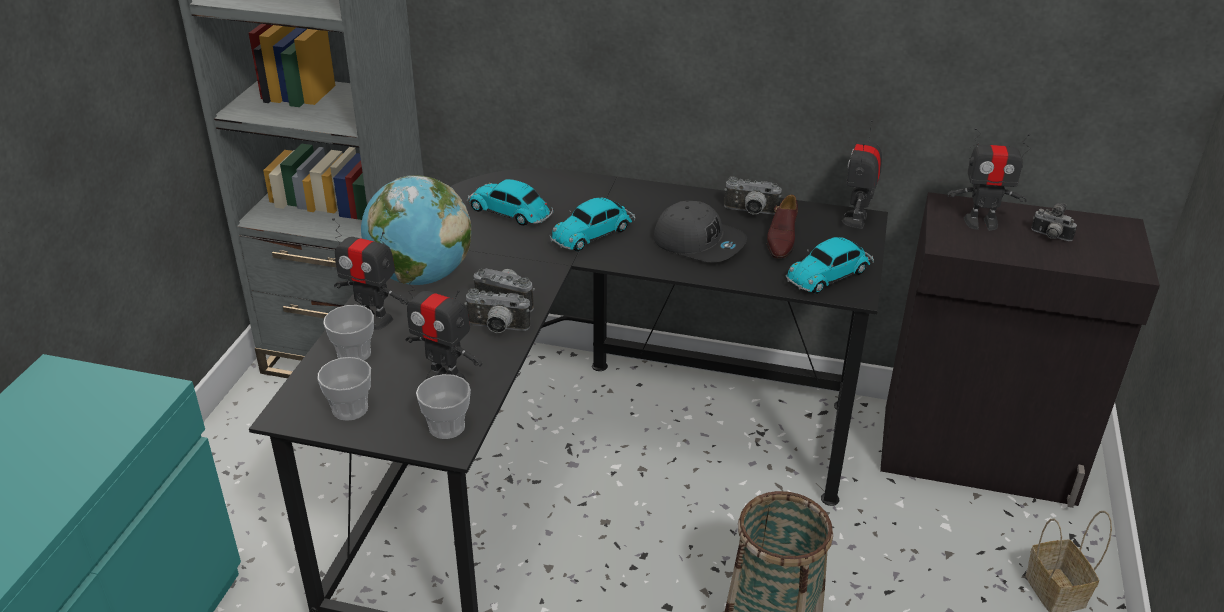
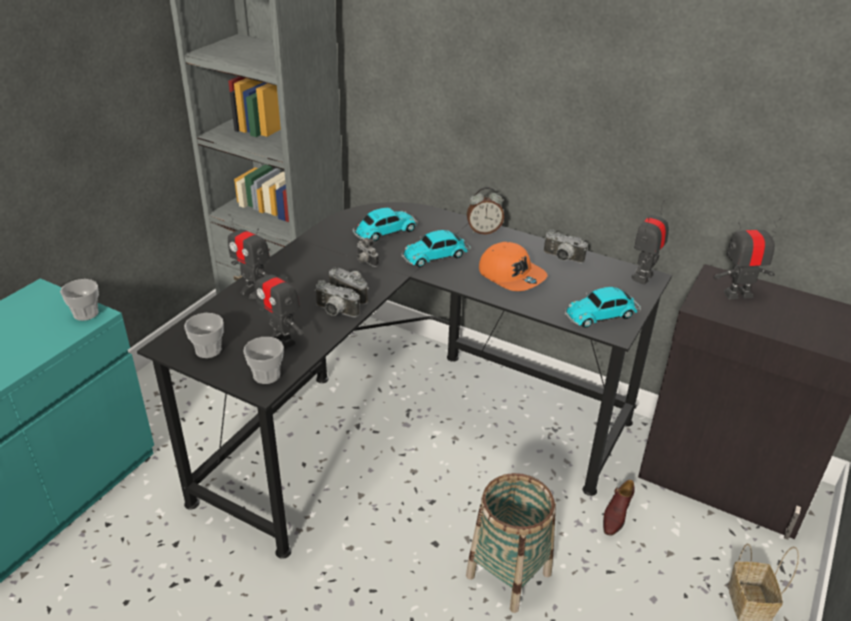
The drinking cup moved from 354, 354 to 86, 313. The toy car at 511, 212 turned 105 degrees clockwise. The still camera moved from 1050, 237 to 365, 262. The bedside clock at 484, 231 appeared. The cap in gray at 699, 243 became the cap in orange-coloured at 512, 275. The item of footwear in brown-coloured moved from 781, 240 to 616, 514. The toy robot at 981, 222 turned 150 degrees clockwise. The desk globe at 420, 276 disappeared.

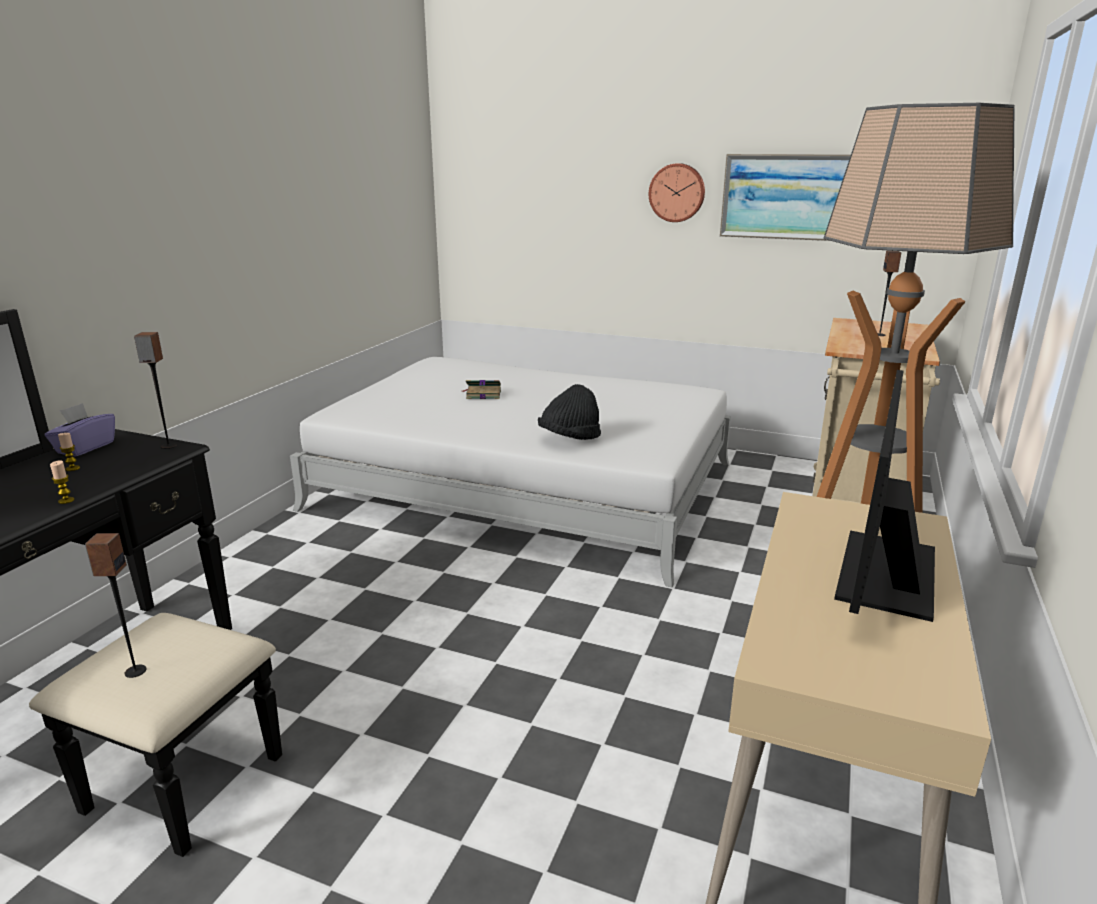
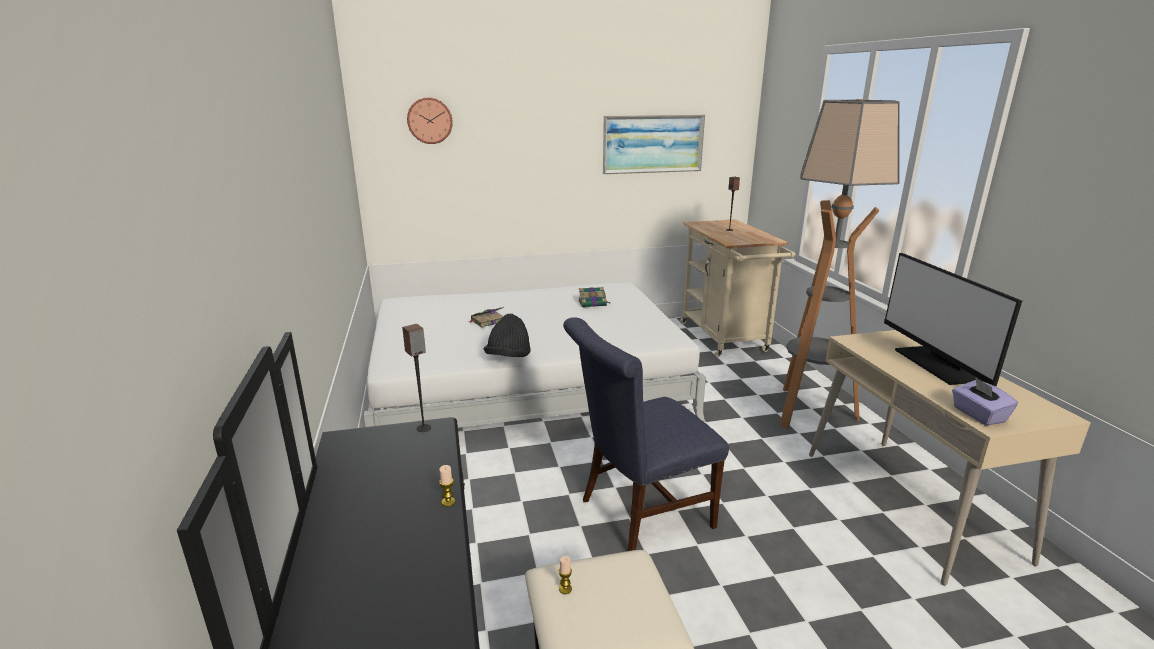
The wall clock moved from 677, 192 to 429, 120. The clothing hat in black-coloured moved from 569, 438 to 508, 357. The wax light moved from 72, 468 to 565, 589. The plain chair in blue-coloured at 639, 515 appeared. The book at 593, 303 appeared. The tissue holder in purplish moved from 85, 447 to 978, 415. The speaker at 135, 671 disappeared.

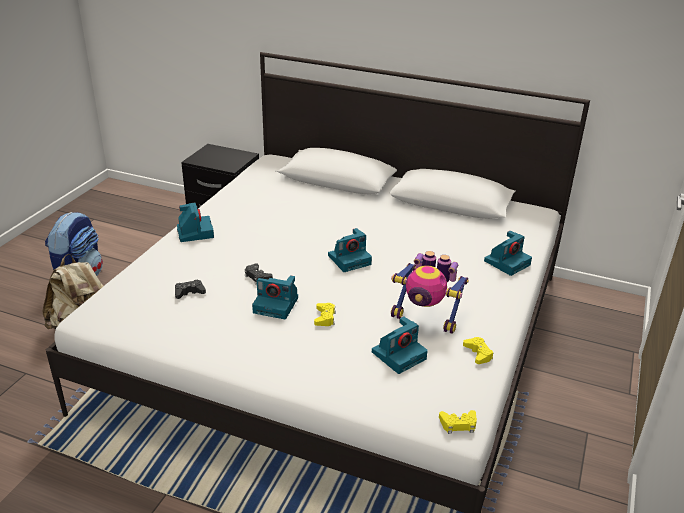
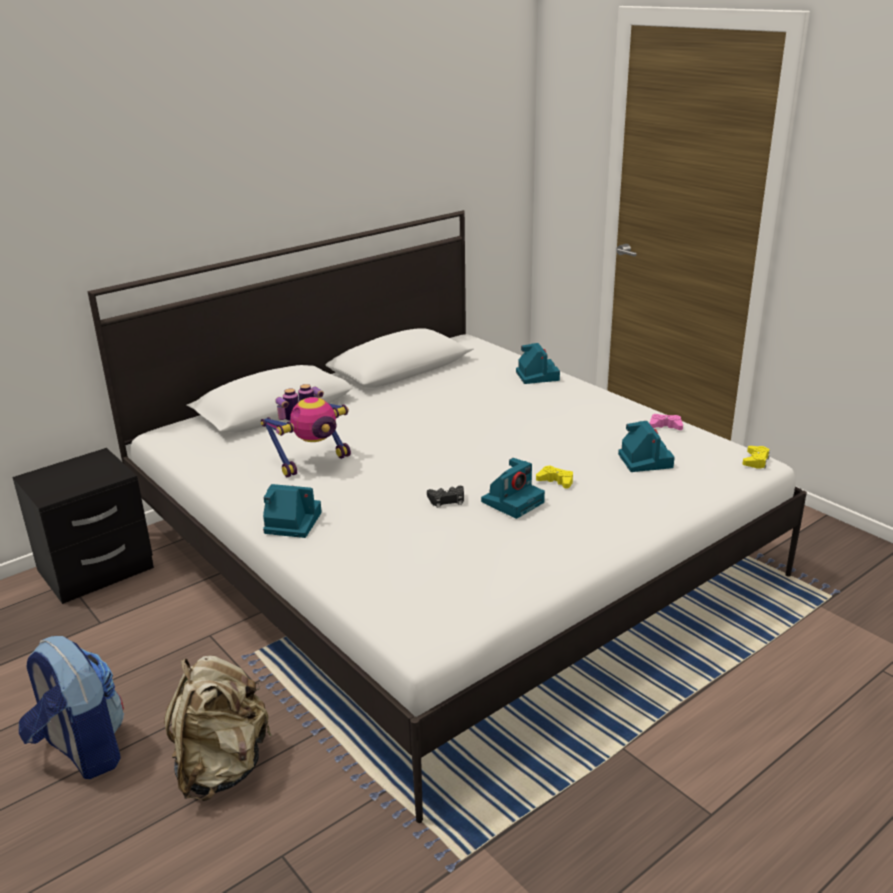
The toy robot moved from 425, 319 to 312, 462. The joypad in yellow at 478, 353 became the joypad in pinkish at 665, 426. The joypad in black-coloured at 189, 292 disappeared. The still camera at 350, 259 disappeared.

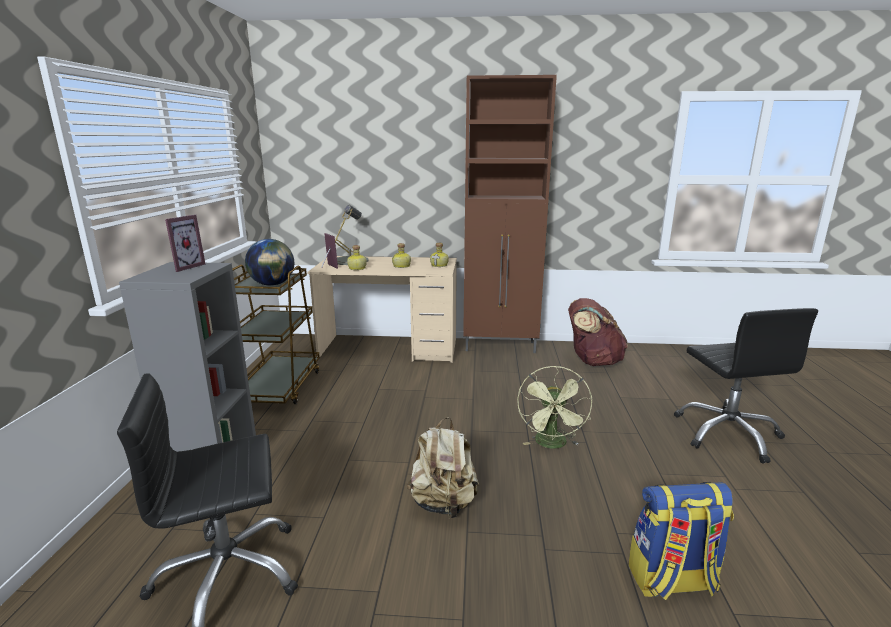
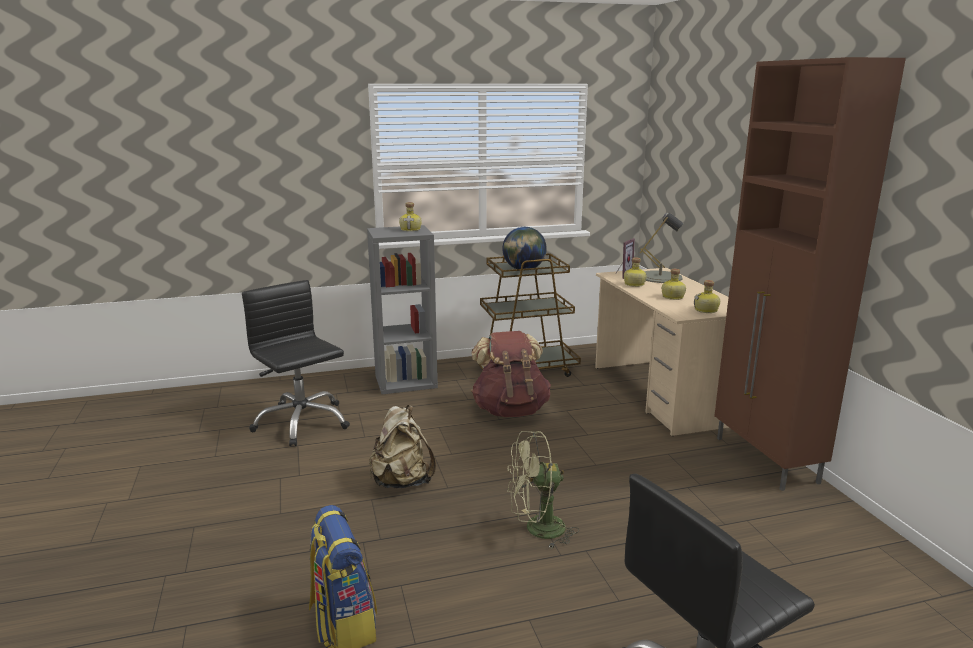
The photo frame at 184, 267 was replaced by the beverage bottle at 411, 229. The knapsack in brown-coloured moved from 592, 361 to 510, 410.

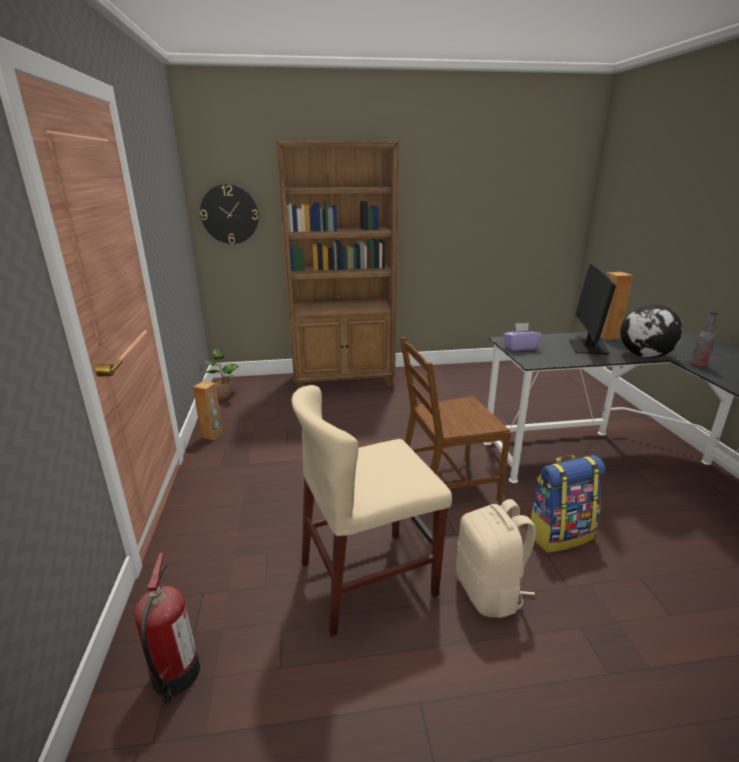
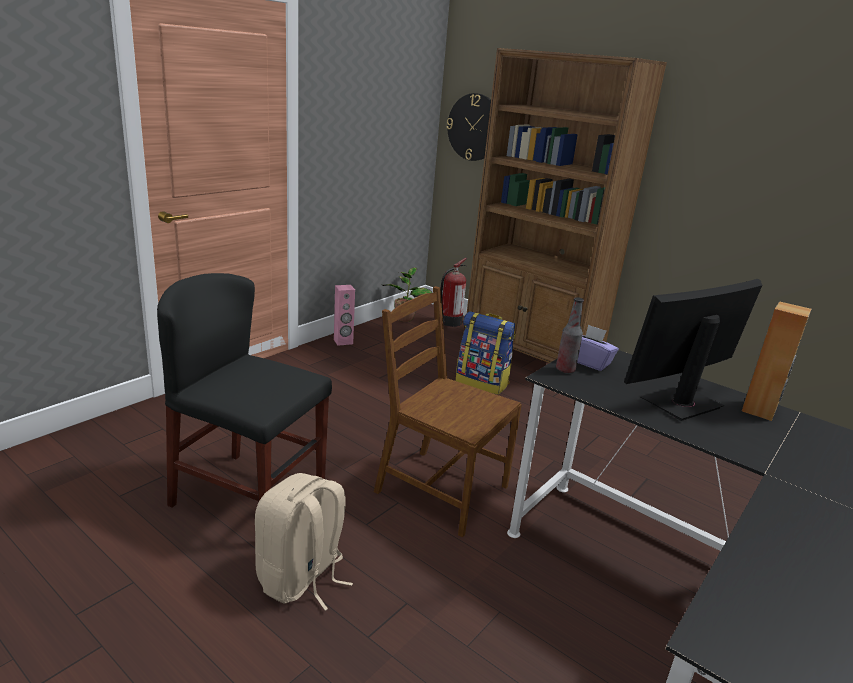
The plain chair in beige-coloured at 367, 578 became the plain chair in black-coloured at 249, 497. The speaker in brown-coloured at 212, 435 became the speaker in pinkish at 343, 342. The fire extinguisher moved from 175, 676 to 449, 322. The knapsack moved from 559, 534 to 482, 383. The beverage bottle moved from 698, 365 to 565, 370. The desk globe at 645, 356 disappeared.

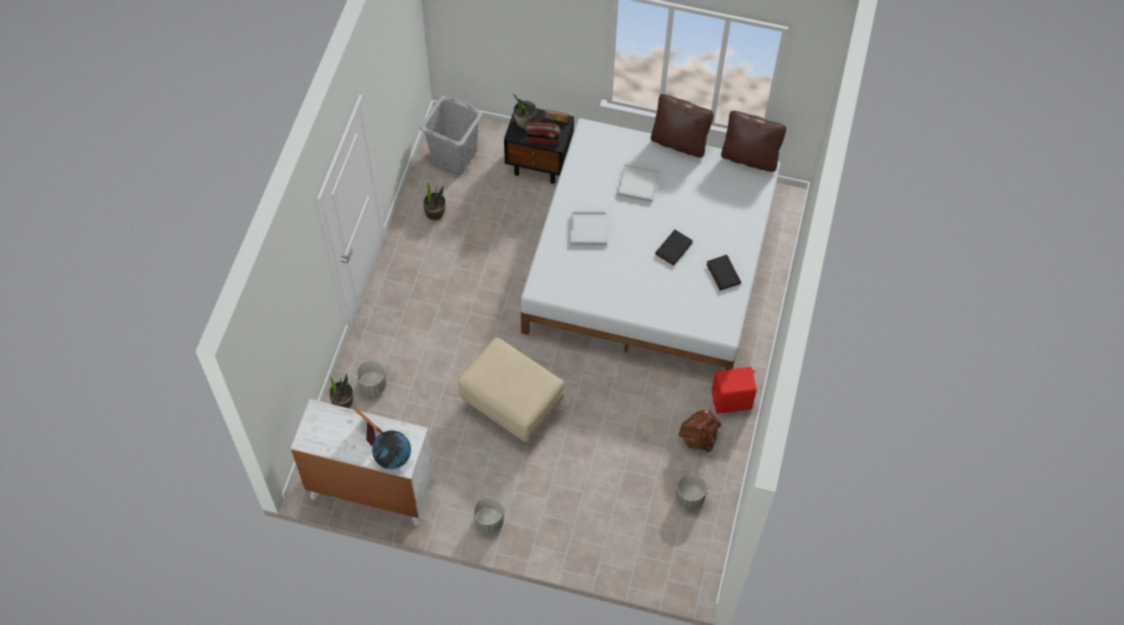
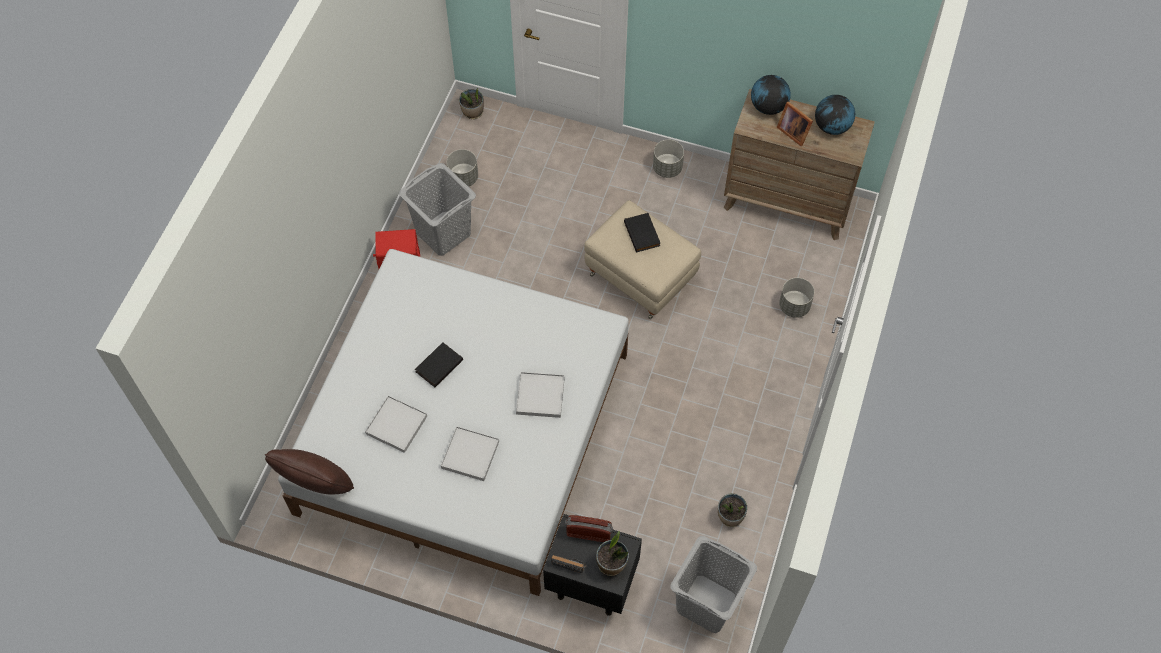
The serving tray in white-coloured at 396, 425 appeared. The knapsack in brown-coloured at 699, 438 was replaced by the washing basket in gray at 443, 233. The plant in a pot moved from 343, 402 to 473, 112. The book in black-coloured moved from 722, 274 to 643, 234. The dresser in white-coloured at 372, 489 became the dresser in brown-coloured at 787, 203. The desk globe at 832, 127 appeared. The cushion in brown-coloured at 679, 142 disappeared.

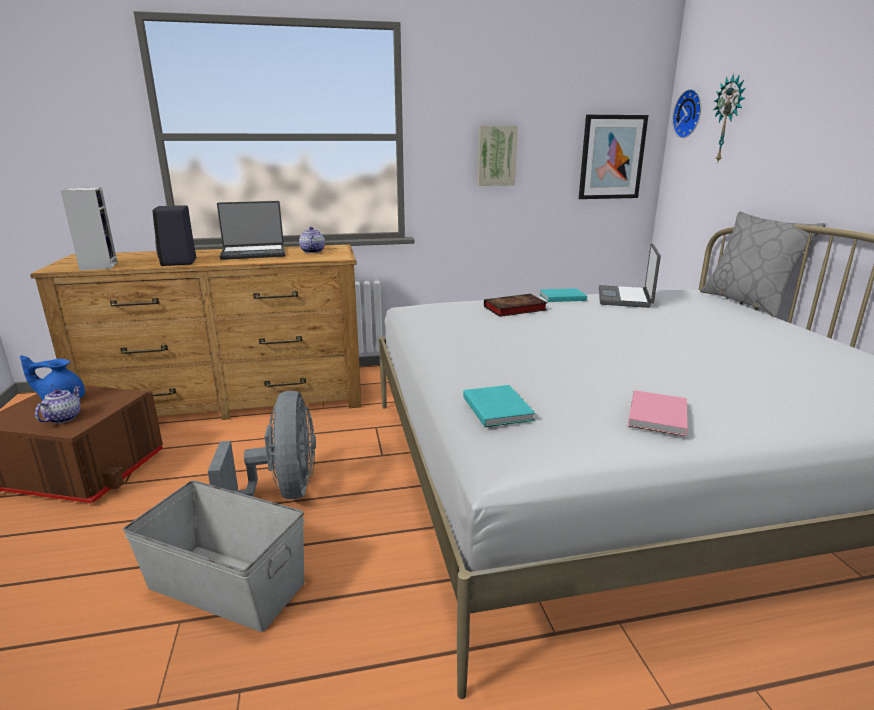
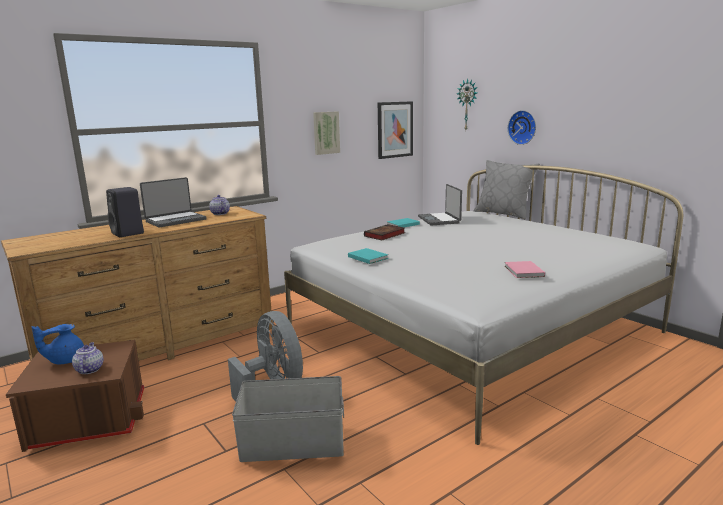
The book in turquoise-coloured moved from 497, 407 to 367, 257. The wall clock moved from 689, 114 to 523, 127. The speaker at 98, 266 disappeared.

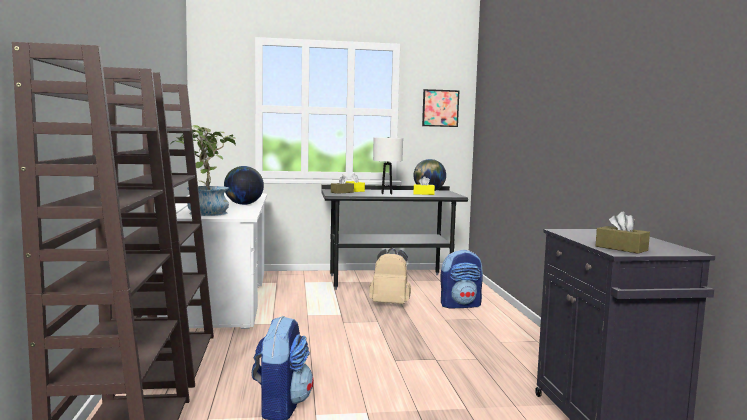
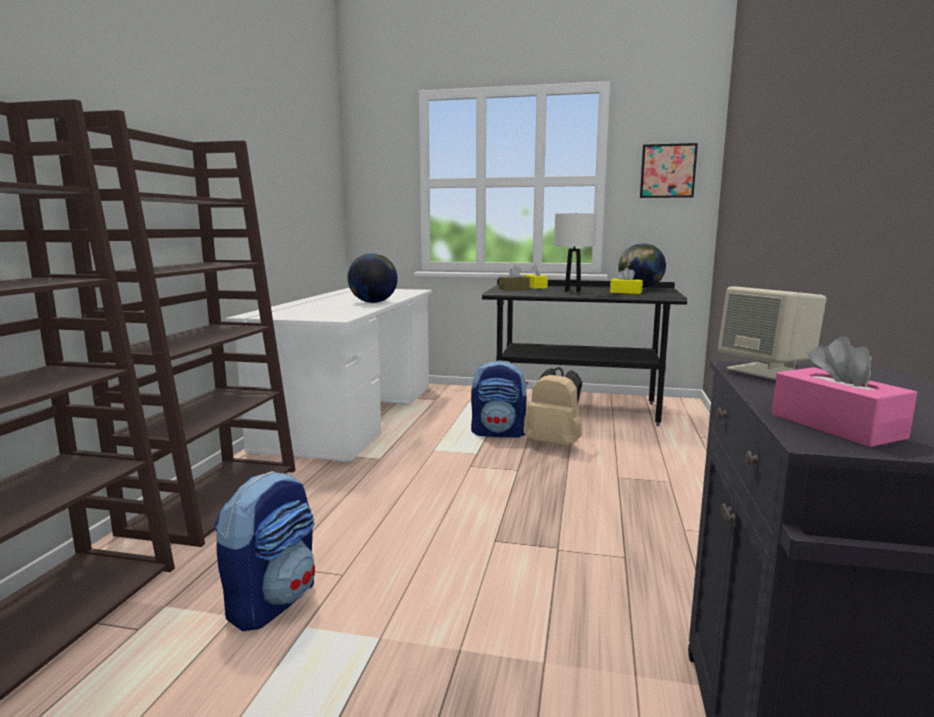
The knapsack moved from 460, 305 to 499, 433. The speaker in beige-coloured at 767, 371 appeared. The tissue holder in brown-coloured at 621, 248 became the tissue holder in pinkish at 836, 426. The plant in a pot at 206, 212 disappeared.

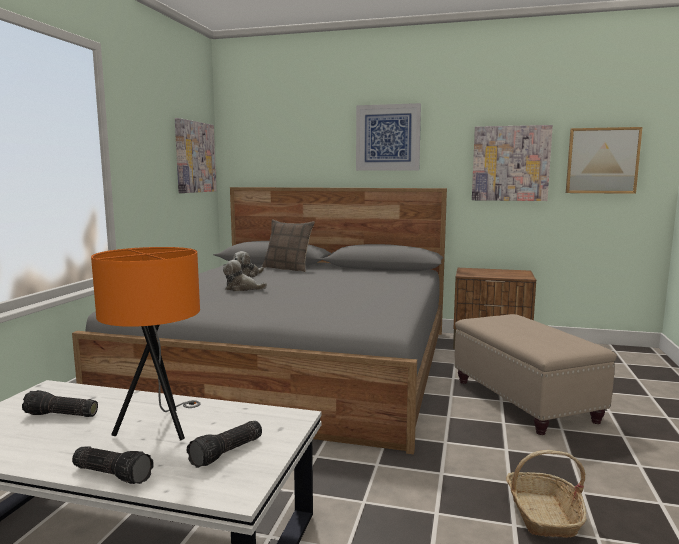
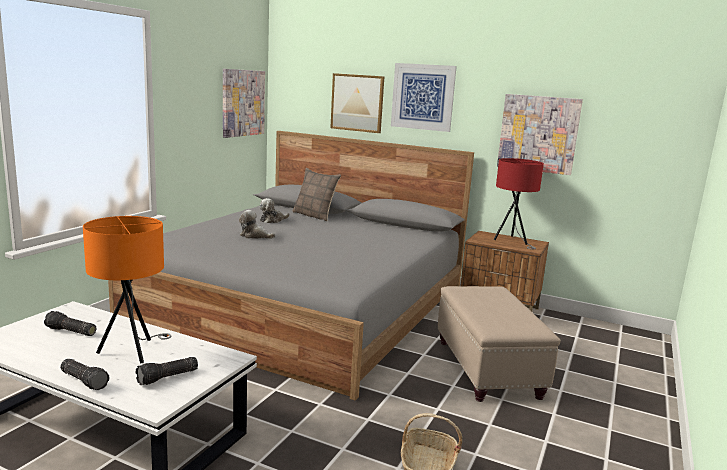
The picture moved from 602, 160 to 357, 103. The tabletop lamp in red at 512, 241 appeared.

